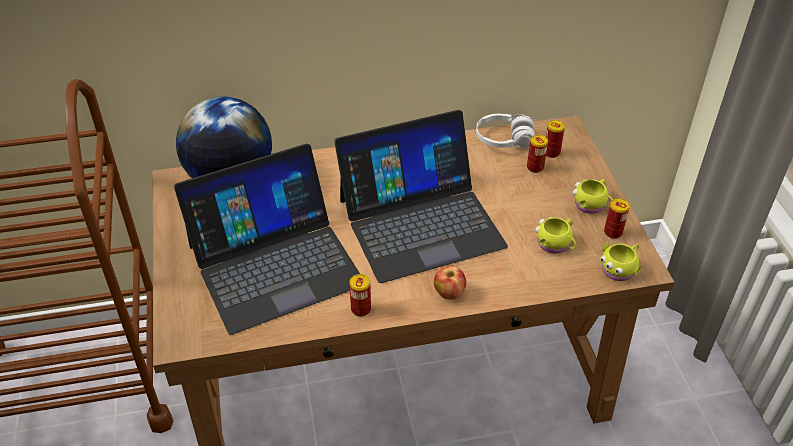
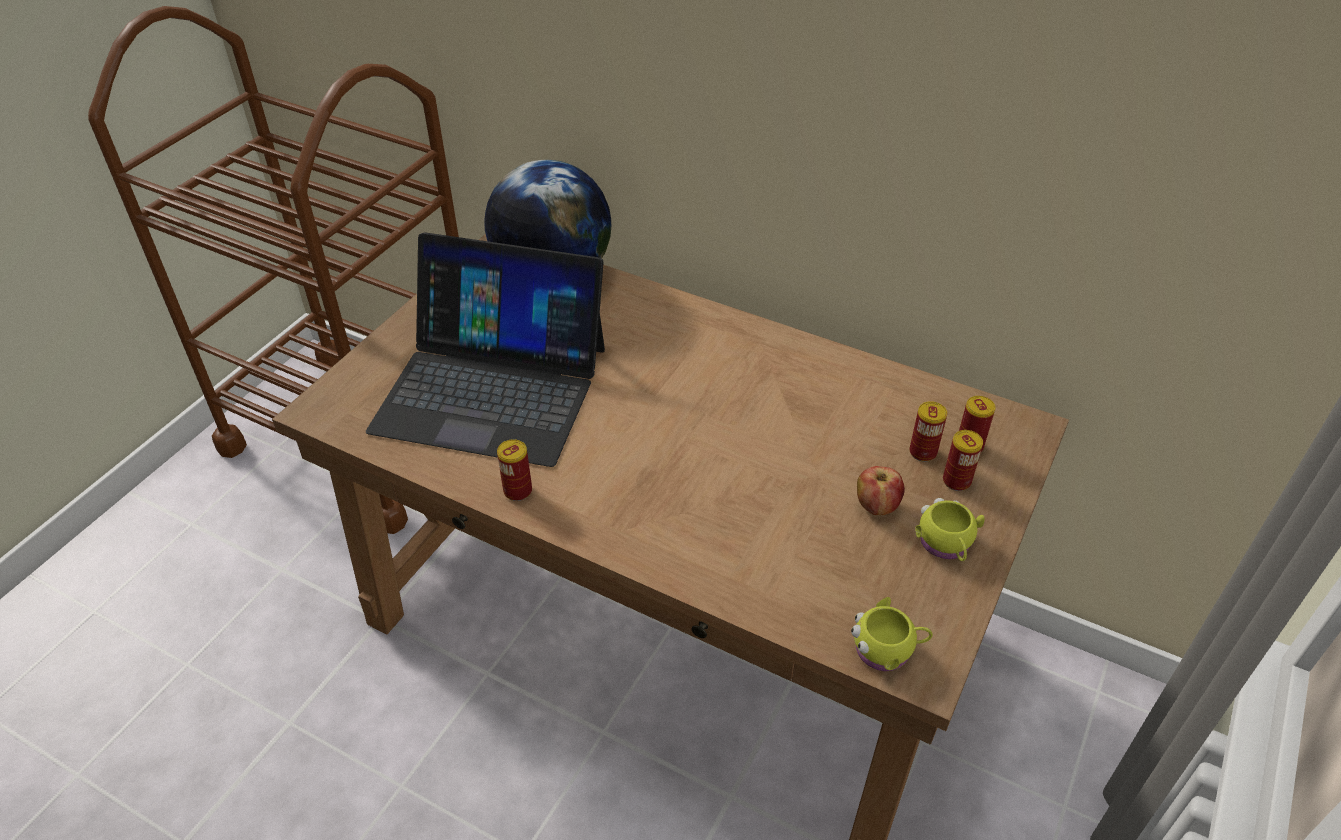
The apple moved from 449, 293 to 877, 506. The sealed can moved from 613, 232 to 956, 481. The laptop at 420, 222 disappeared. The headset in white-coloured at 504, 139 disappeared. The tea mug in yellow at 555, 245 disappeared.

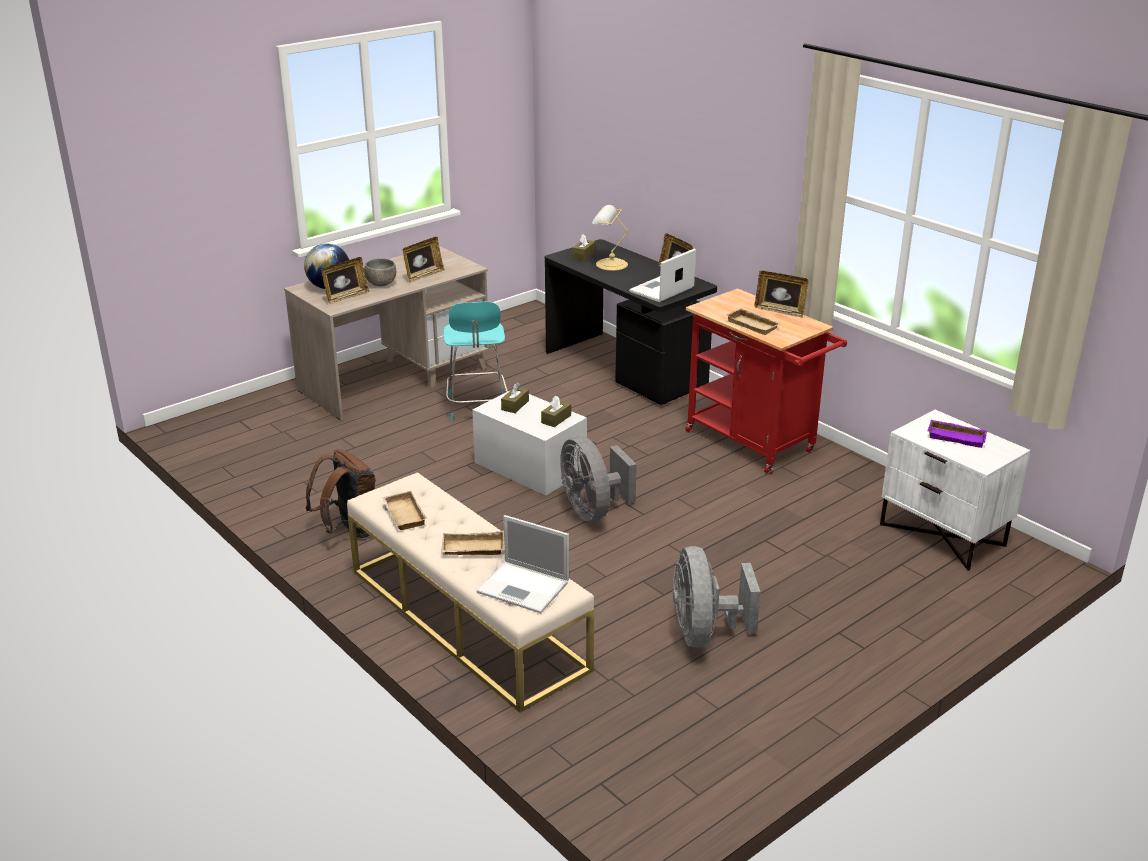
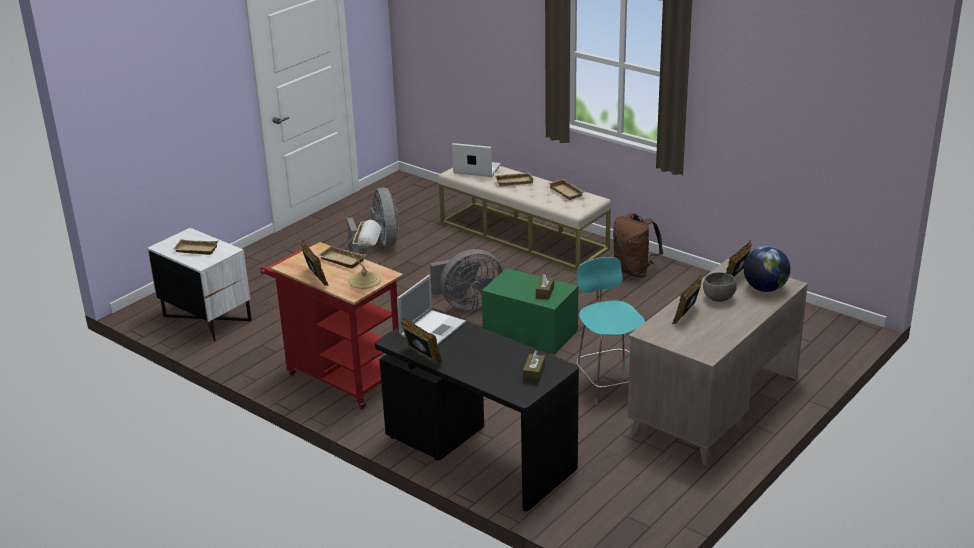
The serving tray in purplish at 957, 437 became the serving tray in beige-coloured at 195, 250. The photo frame at 780, 311 turned 45 degrees clockwise. The tabletop lamp moved from 609, 264 to 366, 280. The cooling fan in gray at 593, 511 turned 105 degrees clockwise. The storage container in white-coloured at 530, 466 became the storage container in green-coloured at 530, 332. The tissue holder in brown-coloured at 556, 419 disappeared.

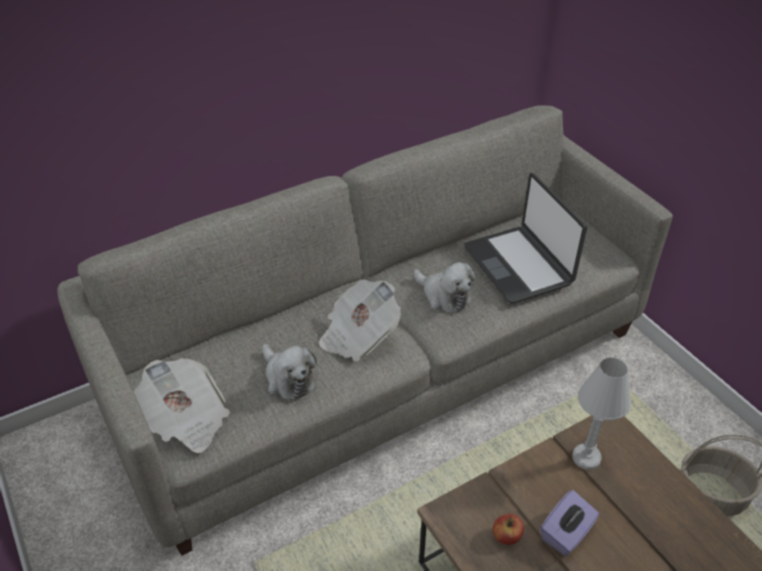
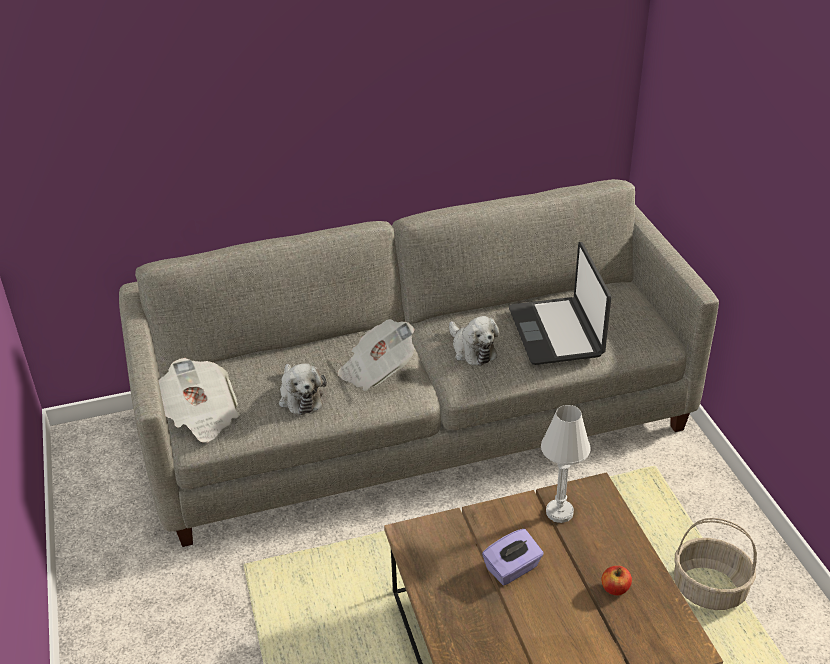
The apple moved from 506, 536 to 615, 588.

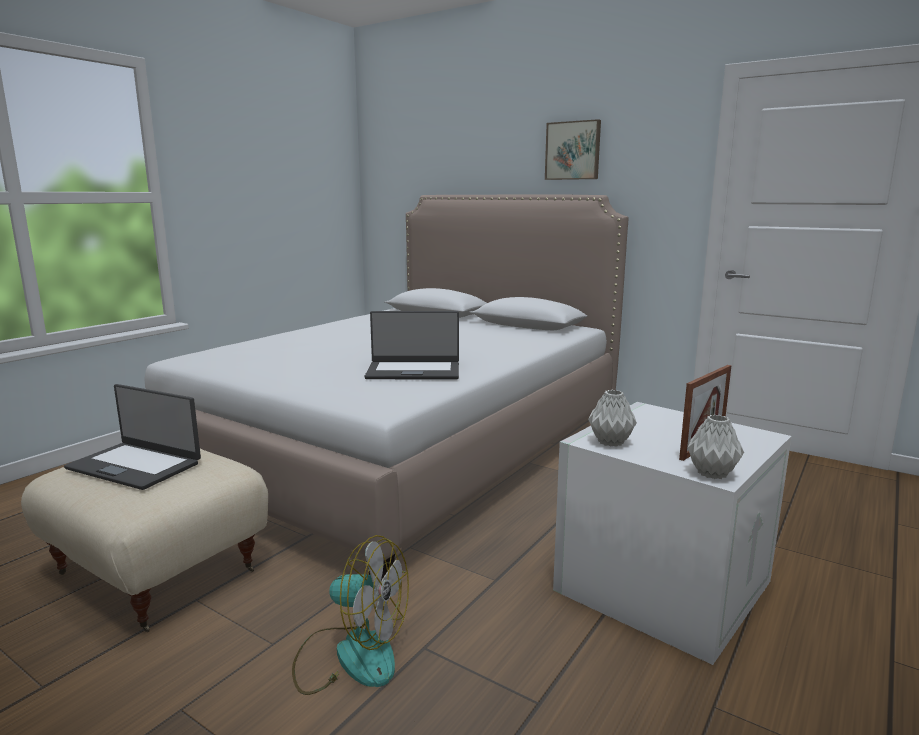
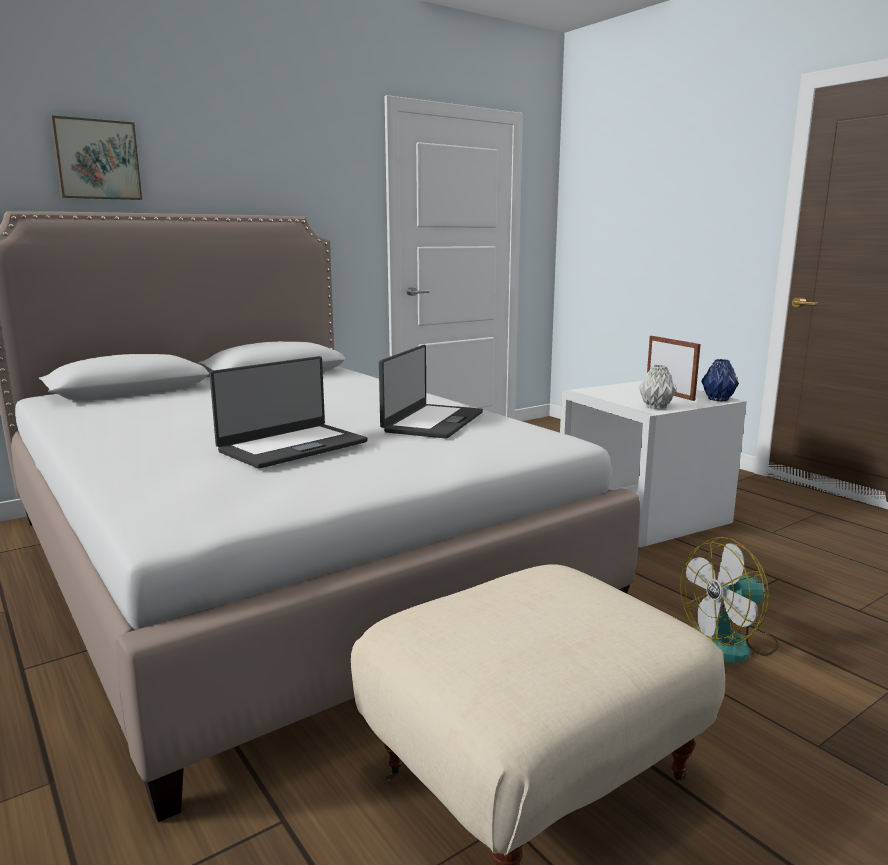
The picture moved from 573, 150 to 97, 160. The laptop moved from 135, 465 to 292, 446. The cooling fan at 351, 655 turned 150 degrees counterclockwise. The decorative vase in gray at 713, 473 became the decorative vase in blue-coloured at 718, 399.

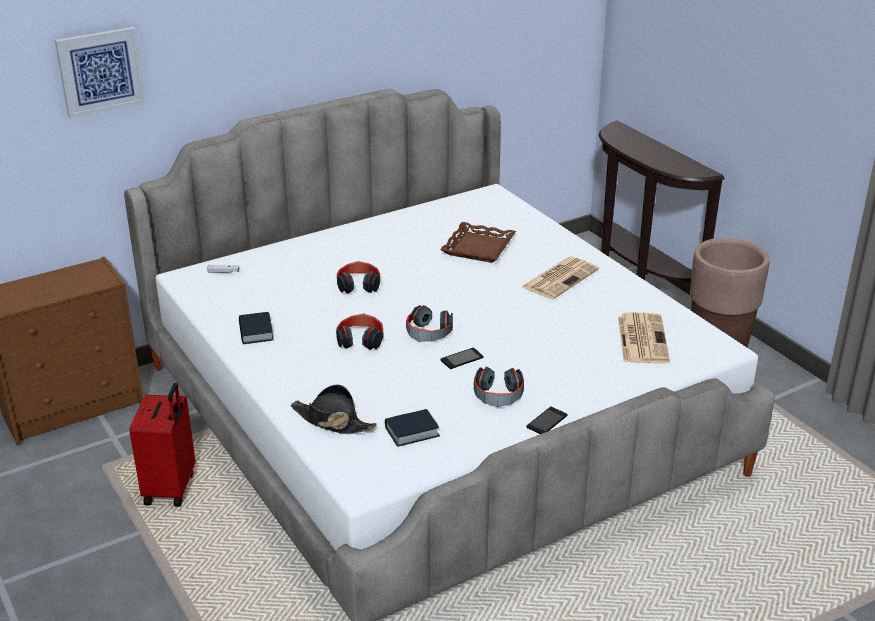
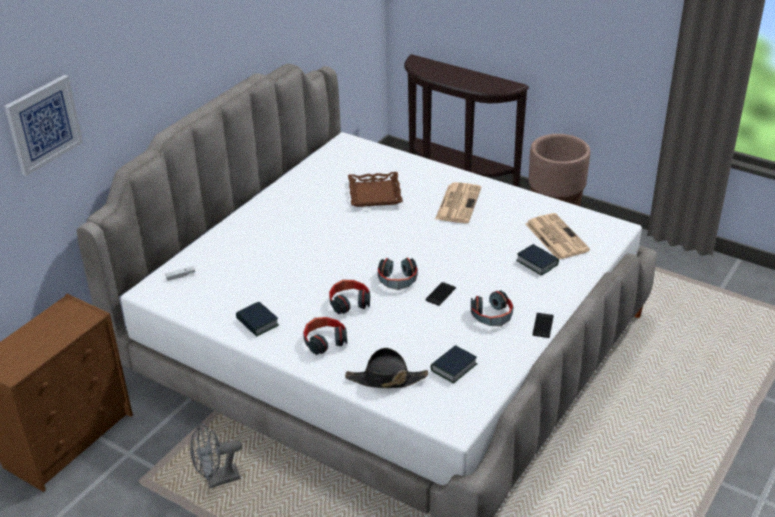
The piece of luggage in red at 171, 488 was replaced by the cooling fan in gray at 217, 480. The headset moved from 358, 285 to 324, 341. The book at 537, 263 appeared.

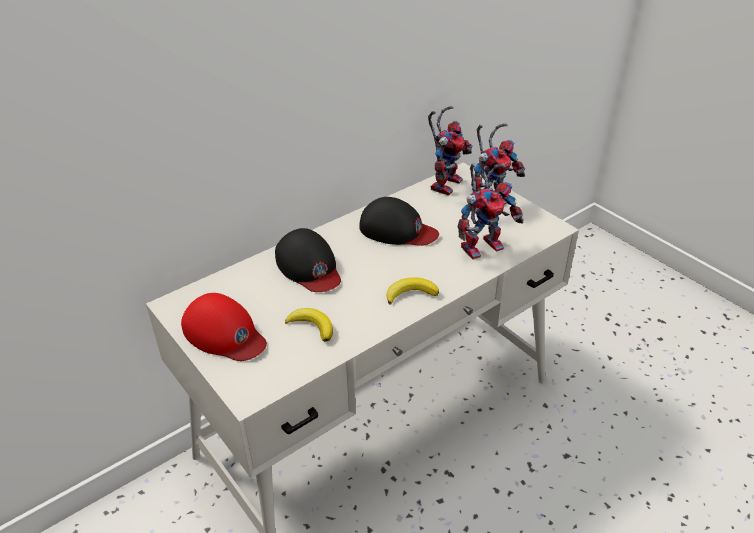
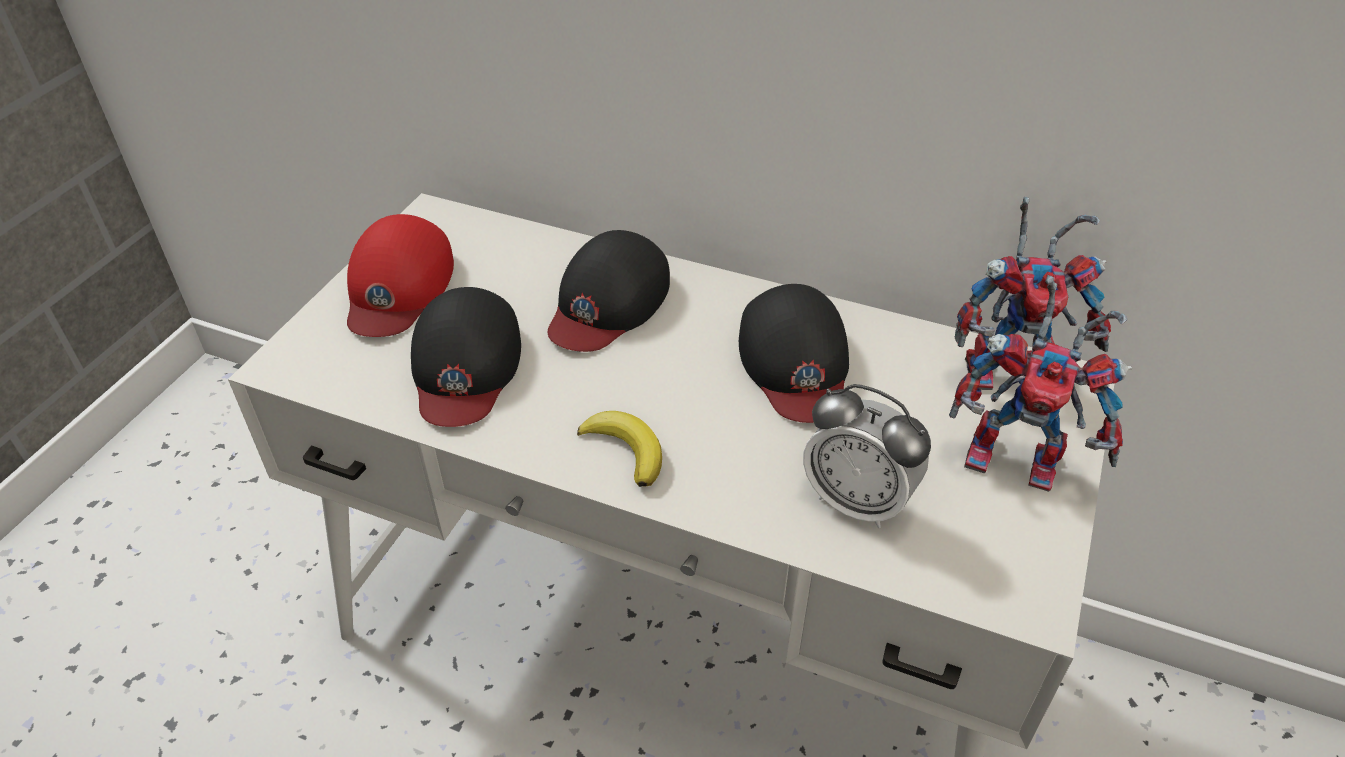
The banana fruit at 312, 326 was replaced by the cap in black-coloured at 465, 366. The toy robot at 483, 245 was replaced by the bedside clock at 857, 501.

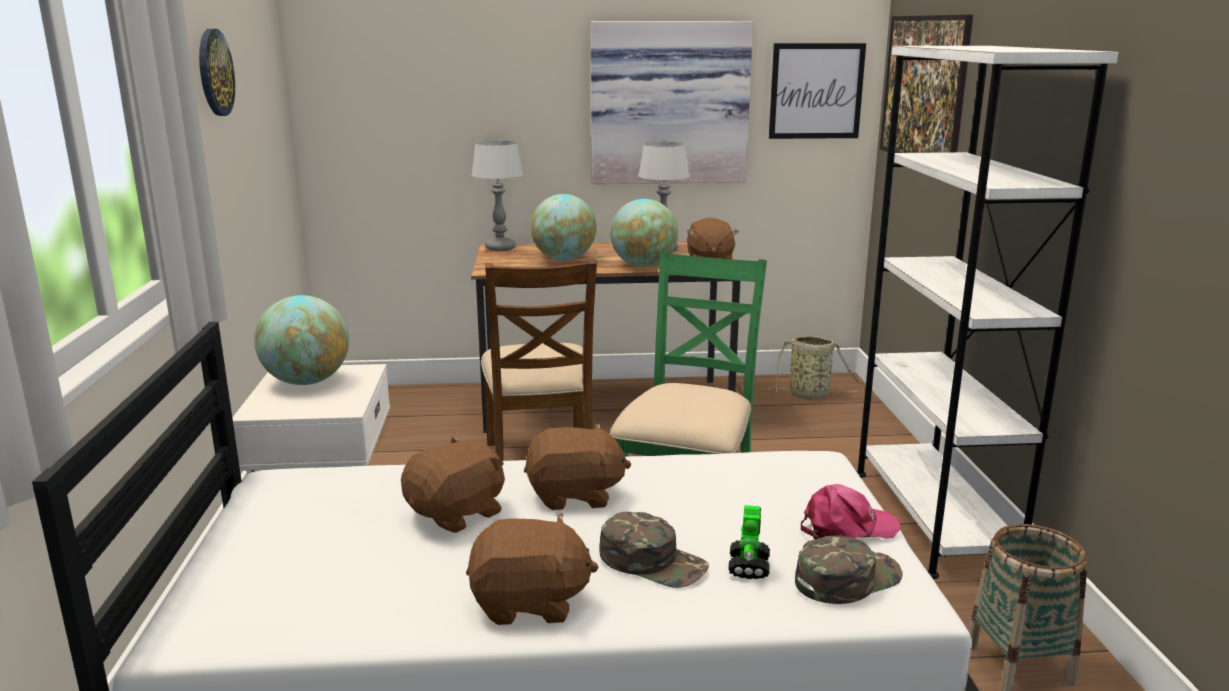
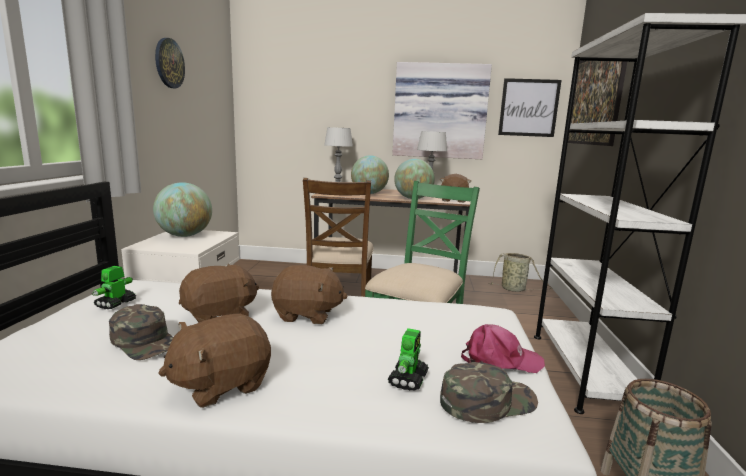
The toy robot at 115, 304 appeared. The cap in green-coloured moved from 653, 561 to 146, 341. The soft toy in brown-coloured at 530, 603 turned 135 degrees clockwise.

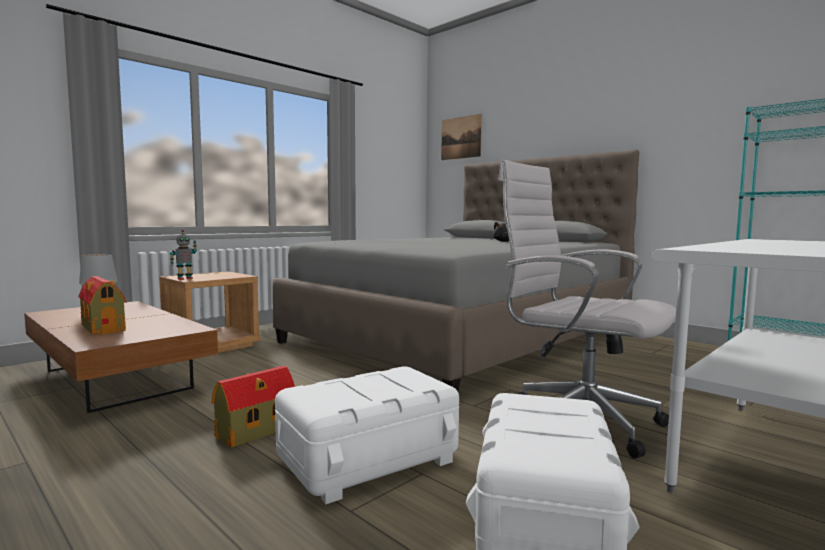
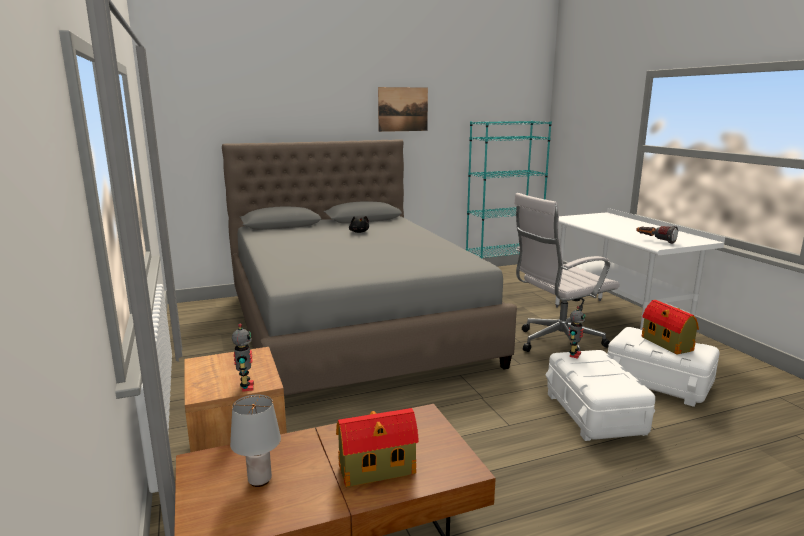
The picture moved from 461, 137 to 403, 109. The toy robot at 574, 355 appeared. The flashlight at 655, 241 appeared. The miniature house moved from 253, 432 to 667, 344.

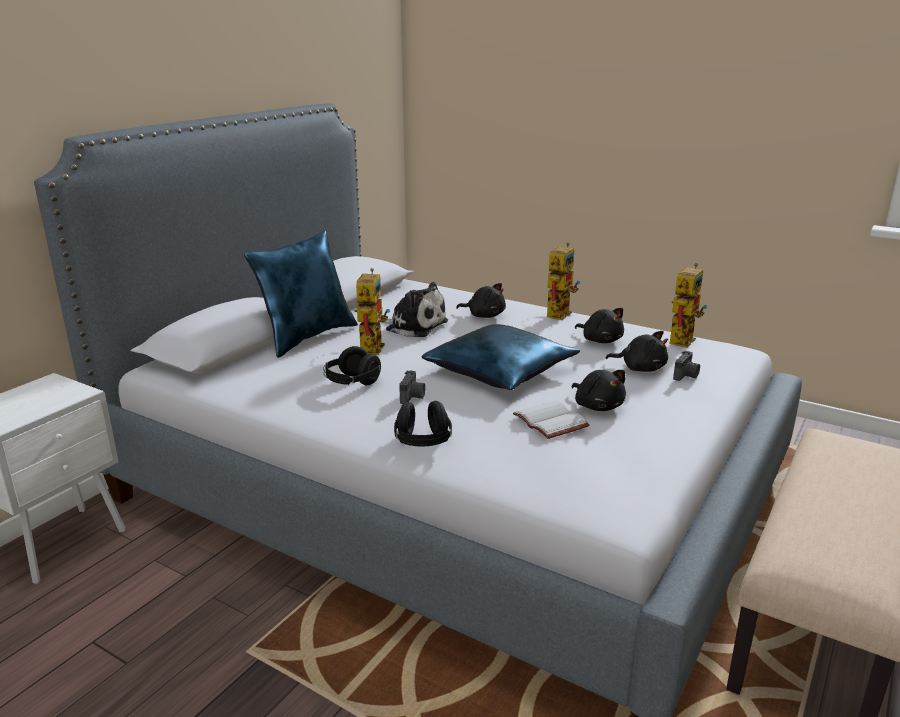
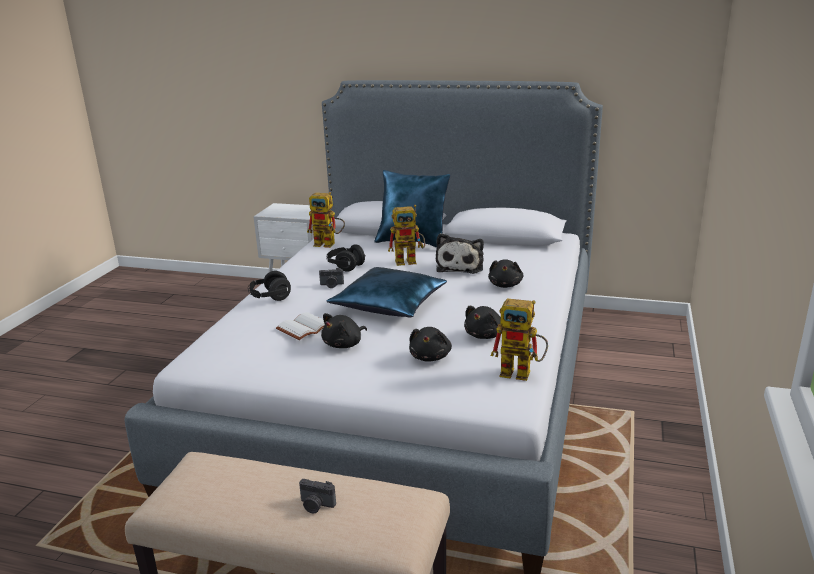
The still camera moved from 686, 375 to 316, 505. The toy robot moved from 558, 312 to 329, 244.

